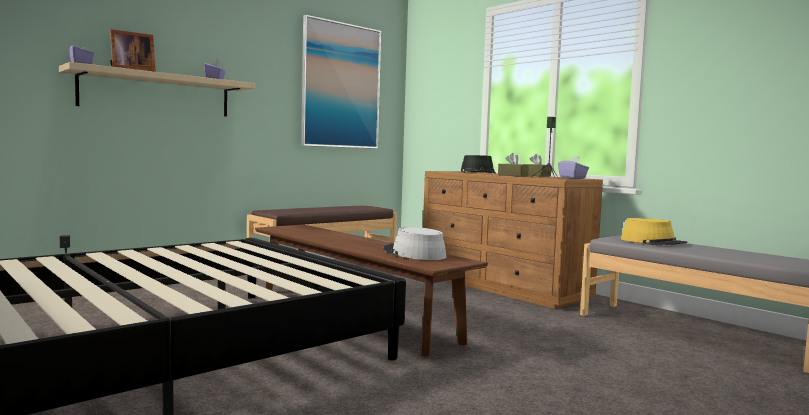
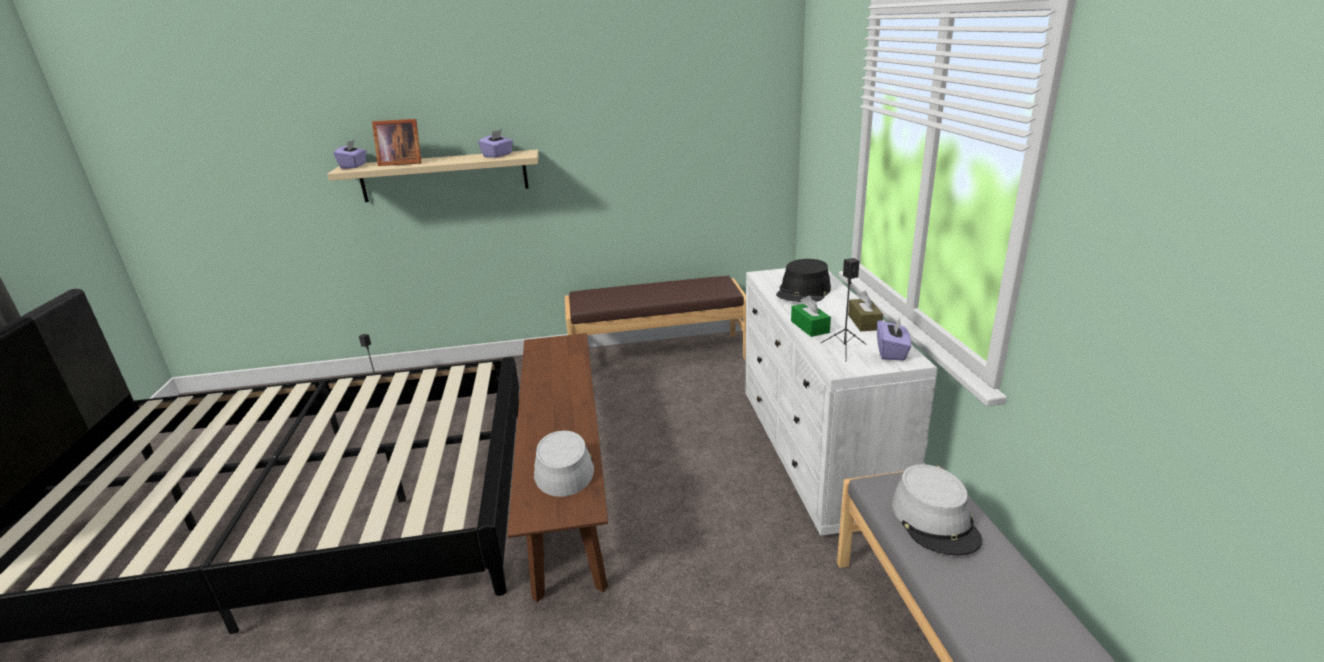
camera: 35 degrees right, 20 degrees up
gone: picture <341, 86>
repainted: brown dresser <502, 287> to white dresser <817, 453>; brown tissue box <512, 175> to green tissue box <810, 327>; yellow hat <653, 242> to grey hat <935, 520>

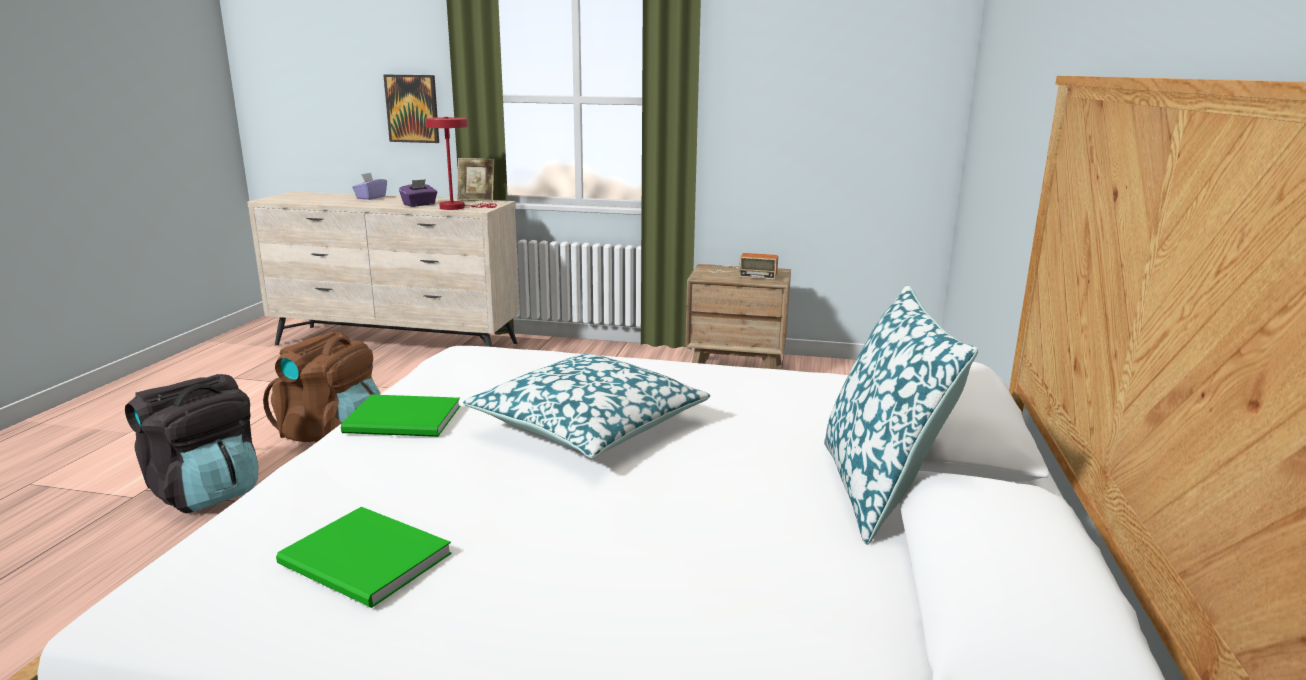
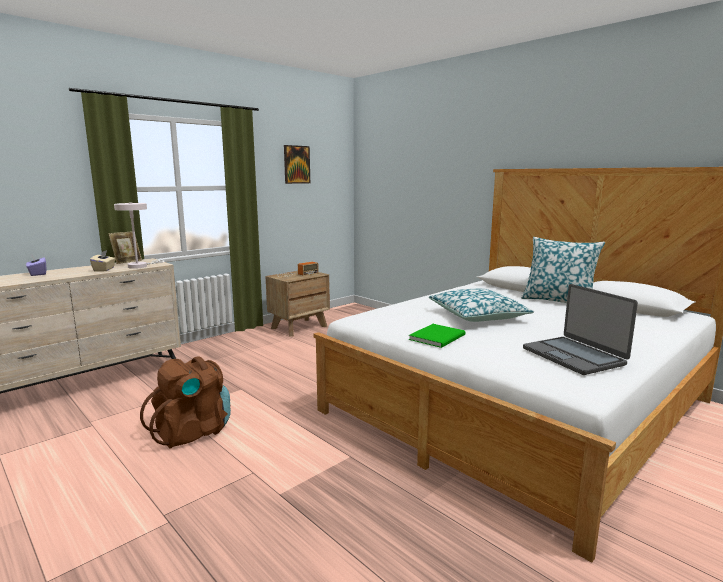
camera: 55 degrees left, 5 degrees down
gone: black backpack <206, 492>
shifted: picture <412, 108> to <296, 164>
swapped: green book <365, 562> to laptop <574, 356>
repainted: purple tissue box <419, 204> to beige tissue box <104, 269>; red table lamp <457, 207> to white table lamp <140, 266>

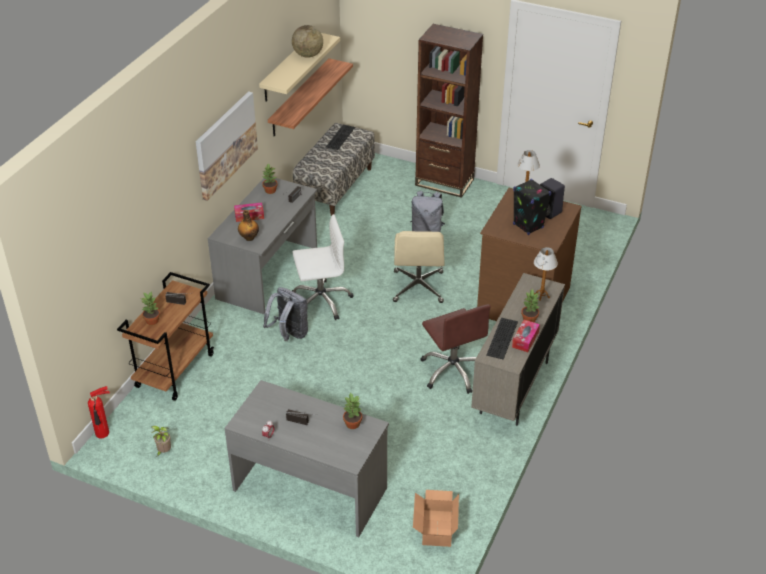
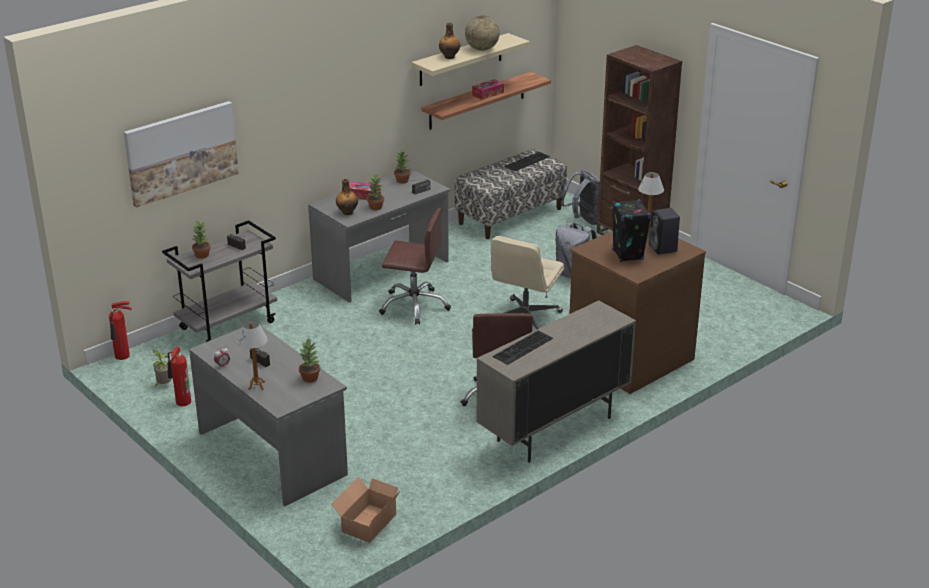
camera: 25 degrees right, 10 degrees down
new: fire extinguisher <181, 402>; bottle <449, 57>
shifted: picture <225, 144> to <181, 152>; table lamp <541, 296> to <257, 386>; potted plant <529, 319> to <376, 207>; tissue box <525, 339> to <488, 94>; grey backpack <289, 334> to <584, 220>
repainted: brown cart <175, 370> to grey cart <228, 325>; white office chair <321, 301> to brown office chair <414, 306>

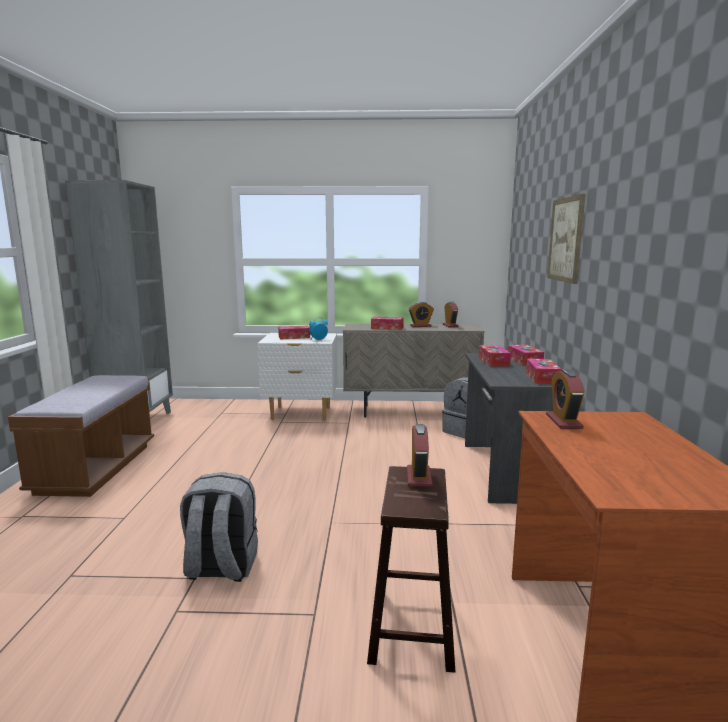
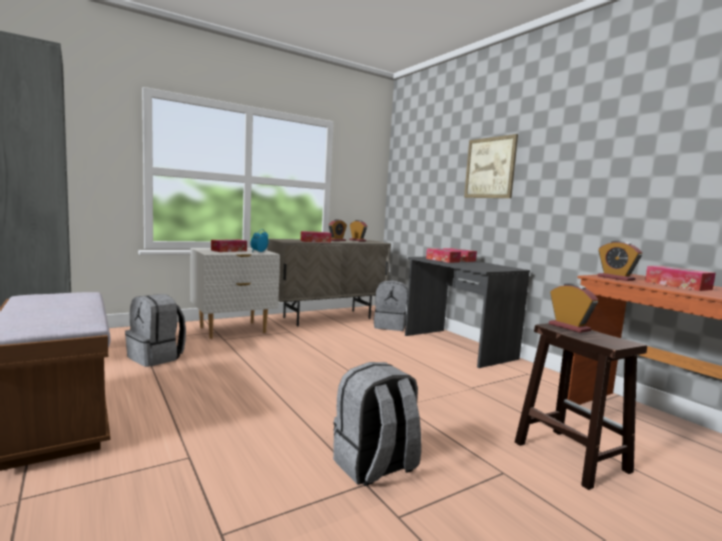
camera: 35 degrees left, 5 degrees down
new: grey backpack <156, 357>
shifted: tissue box <542, 378> to <677, 285>

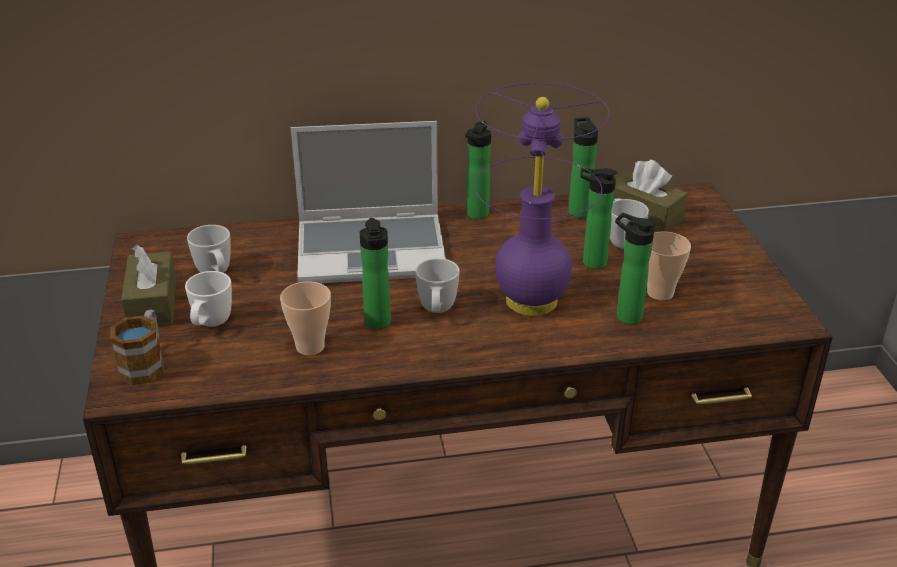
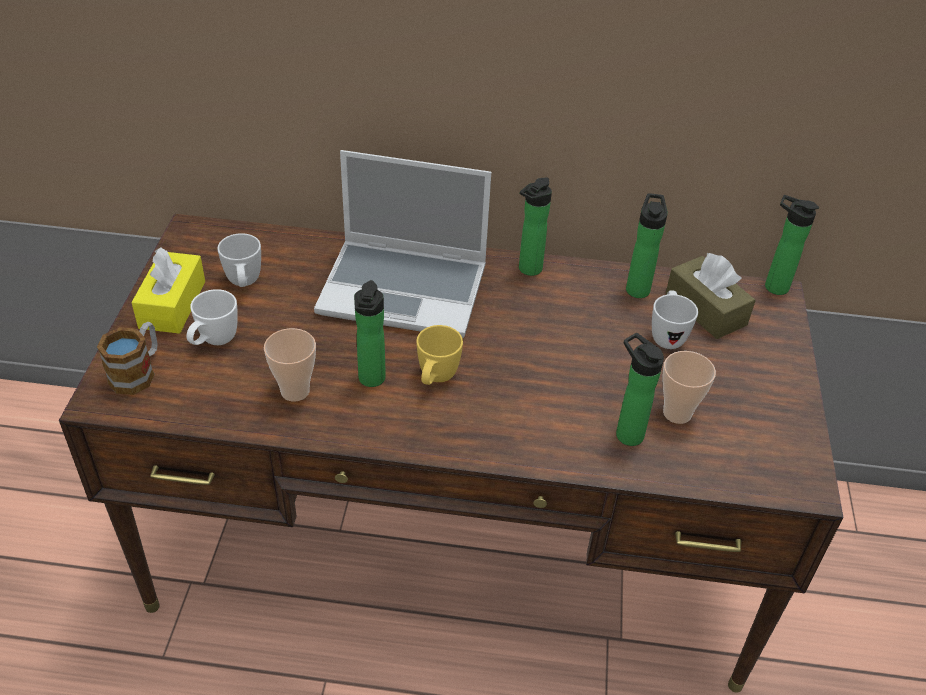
camera: 15 degrees right, 10 degrees up
gone: purple table lamp <531, 300>
shifted: bottle <590, 263> to <772, 286>
repainted: brown tissue box <152, 304> to yellow tissue box <172, 304>; white mug <437, 311> to yellow mug <435, 379>

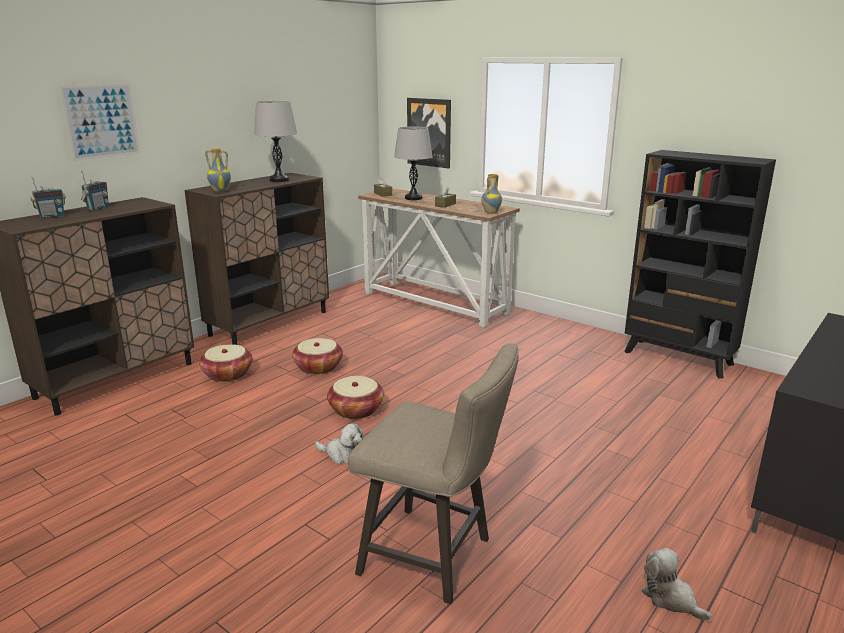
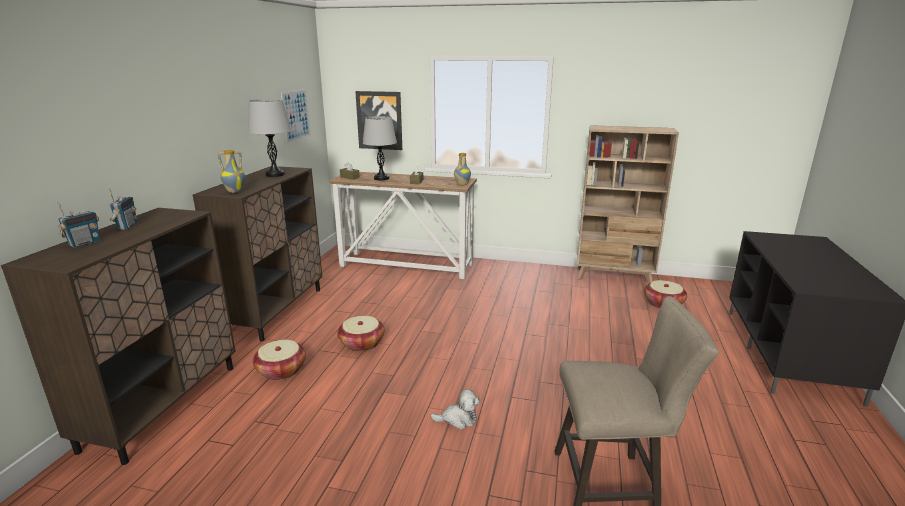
camera: 25 degrees left, 0 degrees up
gone: plush toy <670, 598>
shifted: picture <101, 121> to <296, 115>; basket <356, 410> to <663, 304>
repainted: black bookcase <678, 358> to beige bookcase <614, 277>

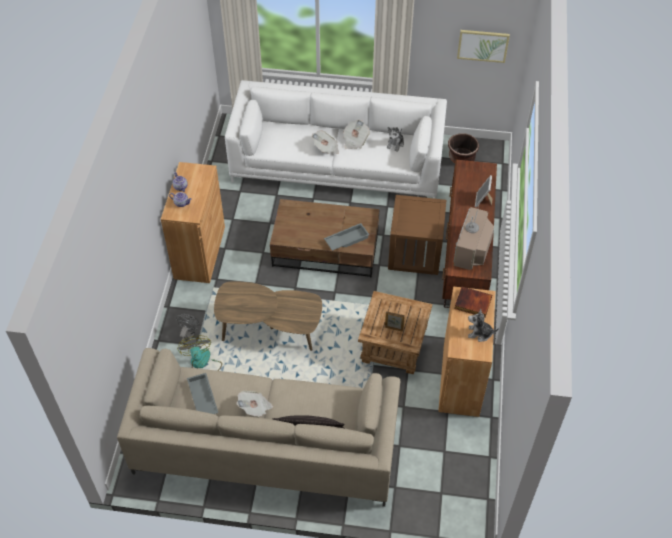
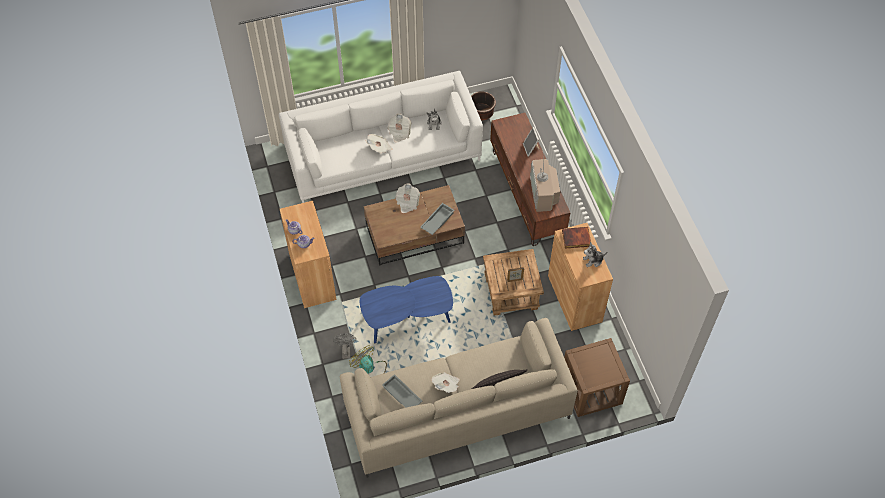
camera: 25 degrees left, 5 degrees up
gone: picture <483, 45>
new: newspaper <407, 202>
shifted: brown side table <415, 252> to <591, 389>
repainted: brown coffee table <269, 329> to blue coffee table <407, 318>

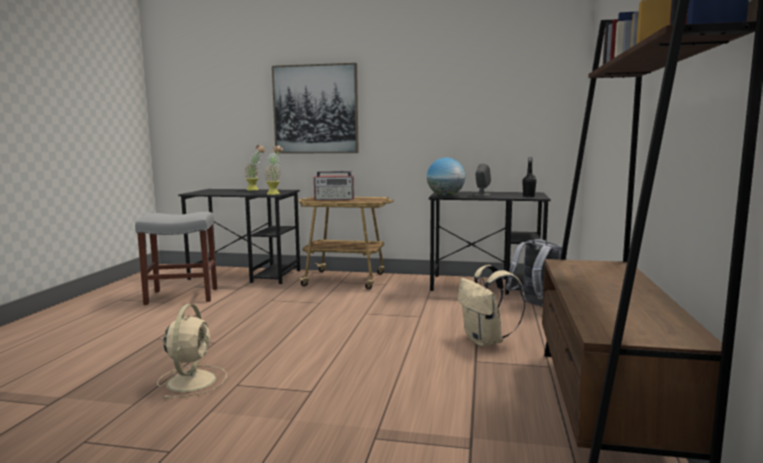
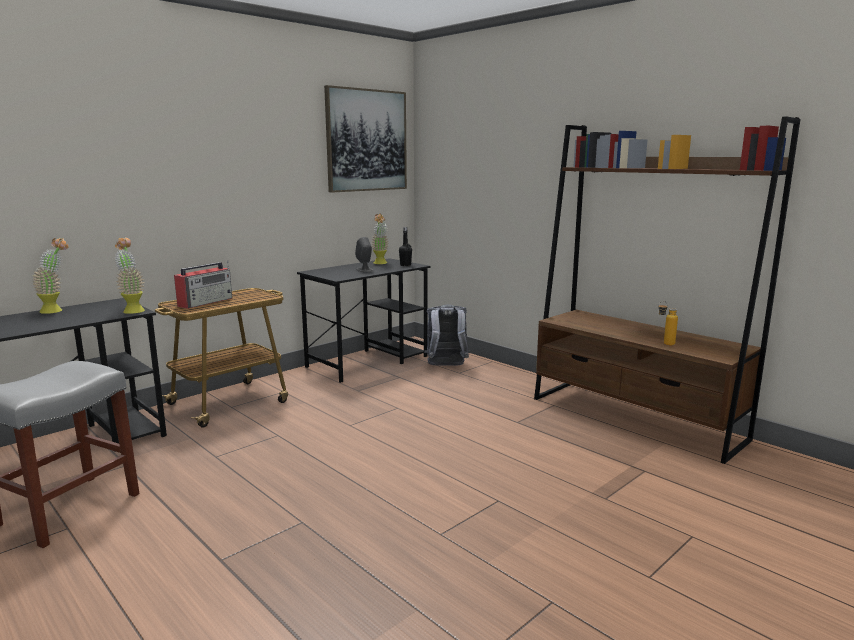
camera: 55 degrees left, 5 degrees up
gone: beige fan <192, 380>; globe <445, 195>; beige backpack <486, 341>
new: potted plant <380, 263>; bottle <664, 344>
shifted: picture <315, 109> to <366, 140>

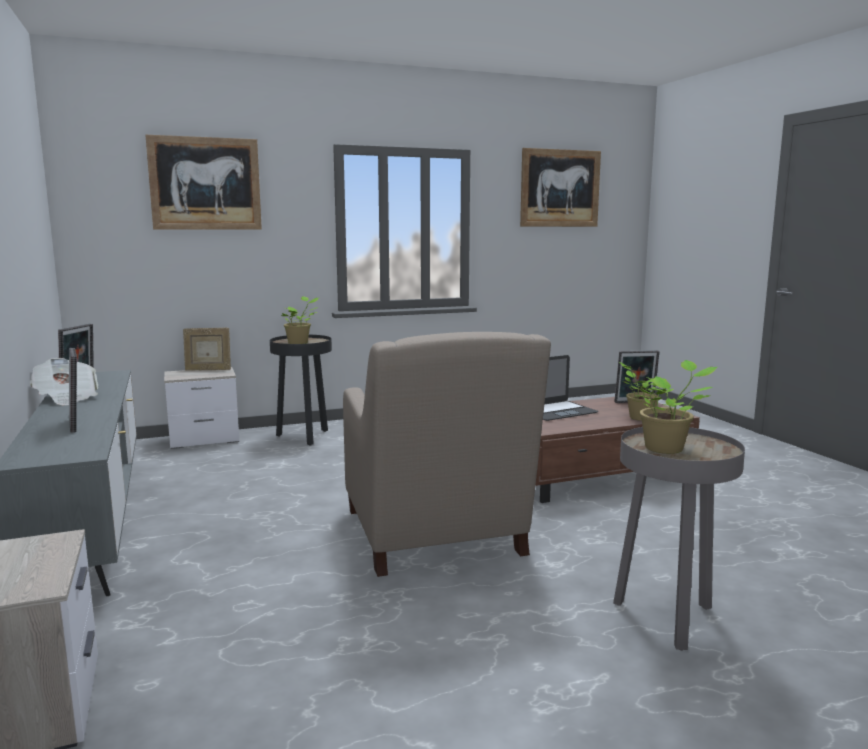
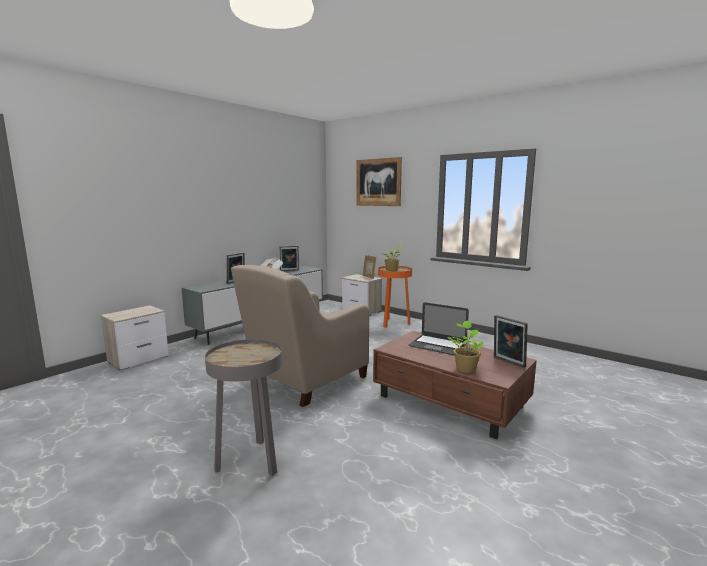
camera: 60 degrees right, 0 degrees up
gone: picture <560, 188>; potted plant <667, 448>
repainted: black side table <304, 437> to orange side table <394, 323>

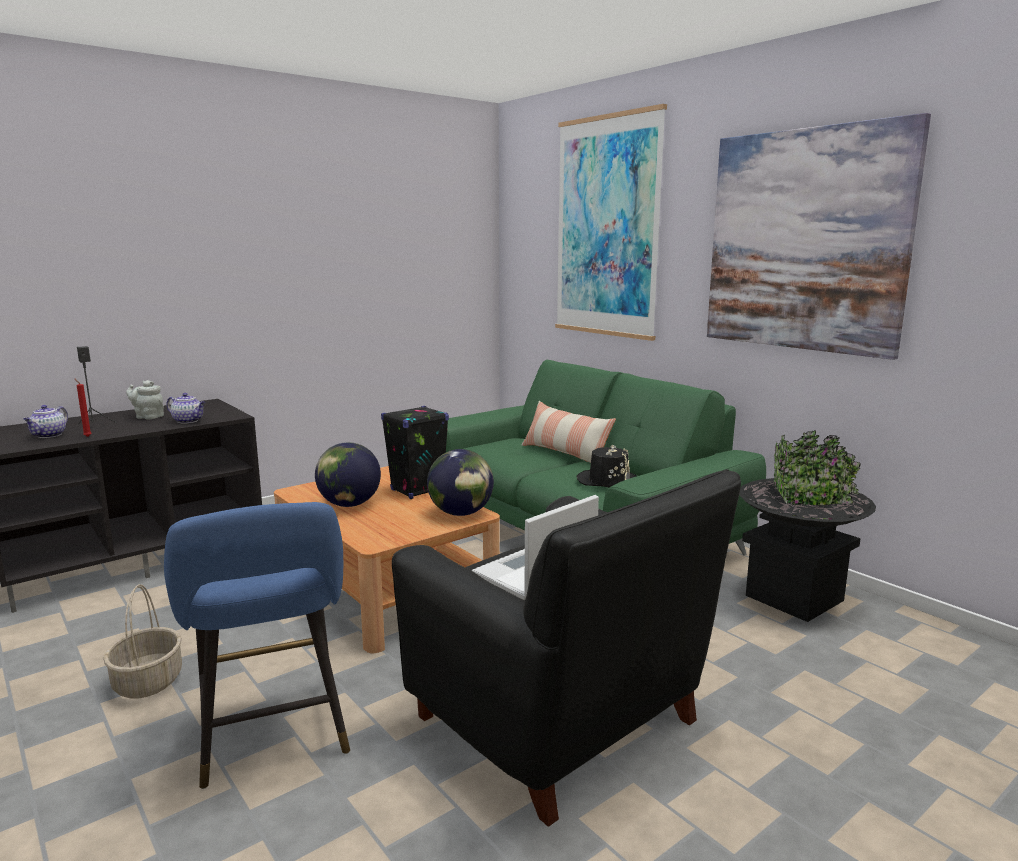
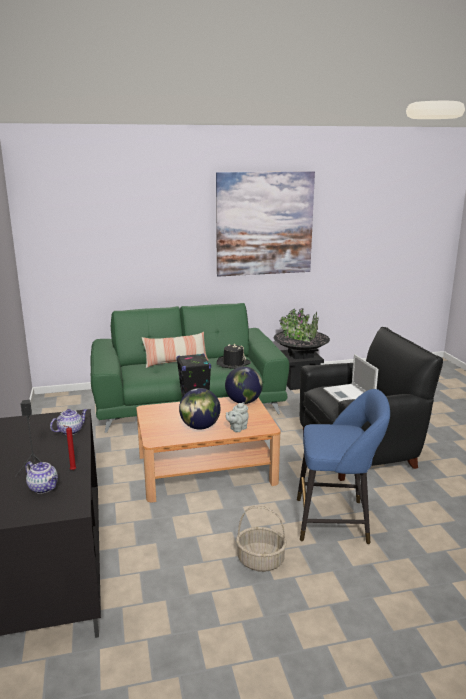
camera: 65 degrees left, 5 degrees up
gone: picture <607, 227>
shifted: grey teapot <148, 417> to <237, 428>

